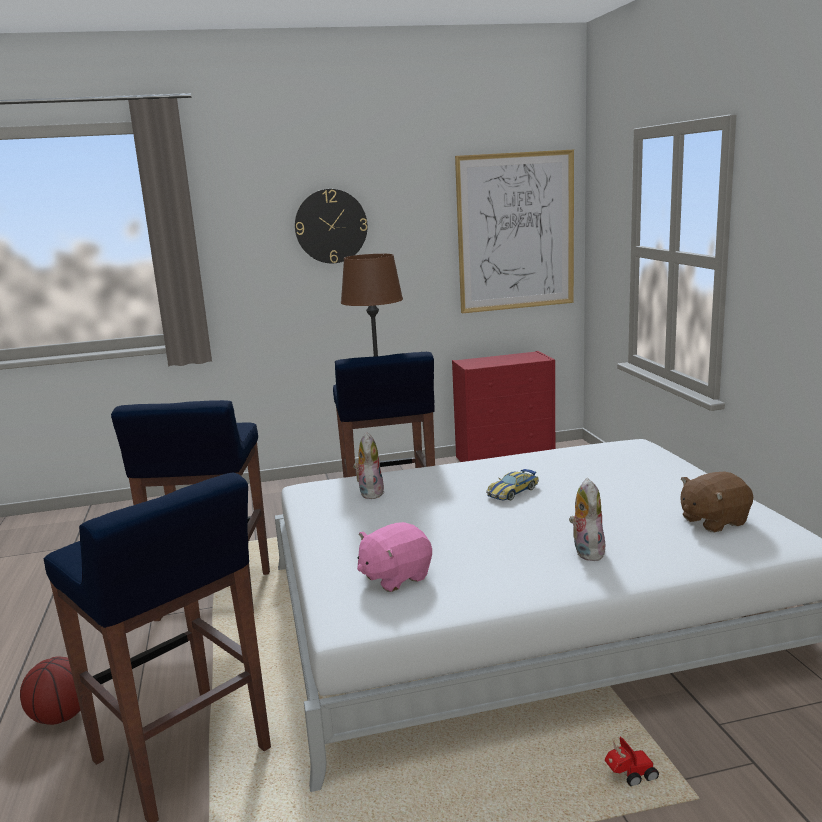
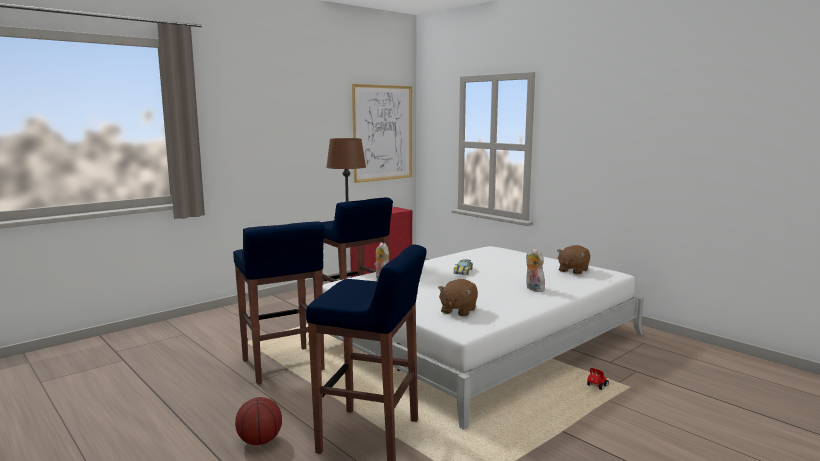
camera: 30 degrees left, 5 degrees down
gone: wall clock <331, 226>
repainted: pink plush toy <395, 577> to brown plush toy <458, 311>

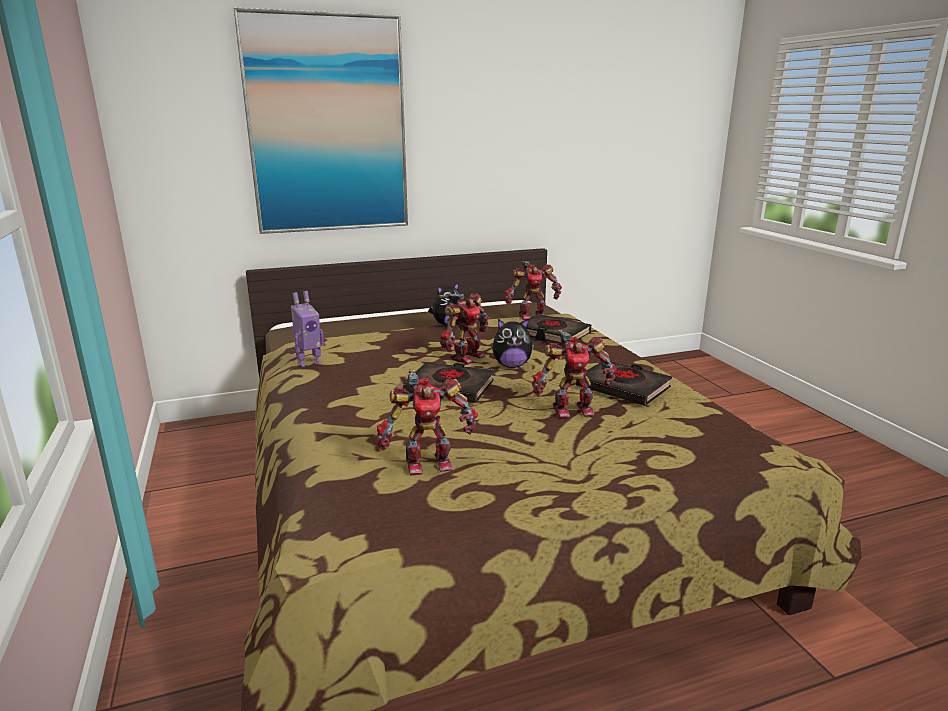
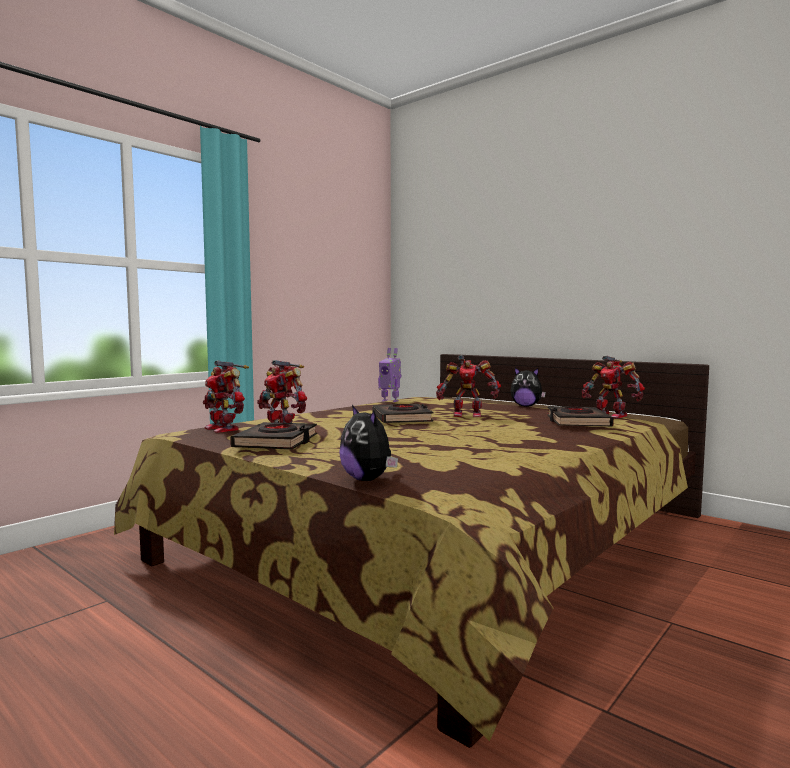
camera: 60 degrees right, 15 degrees down
gone: picture <327, 126>
shifted: toy robot <571, 409> to <224, 429>; black book <623, 388> to <277, 442>; plush toy <511, 365> to <368, 479>

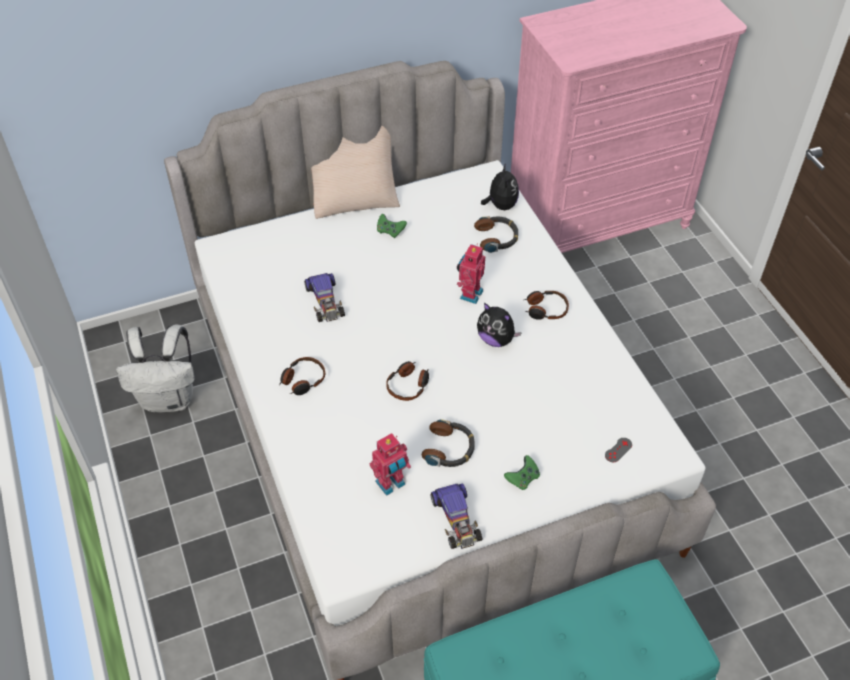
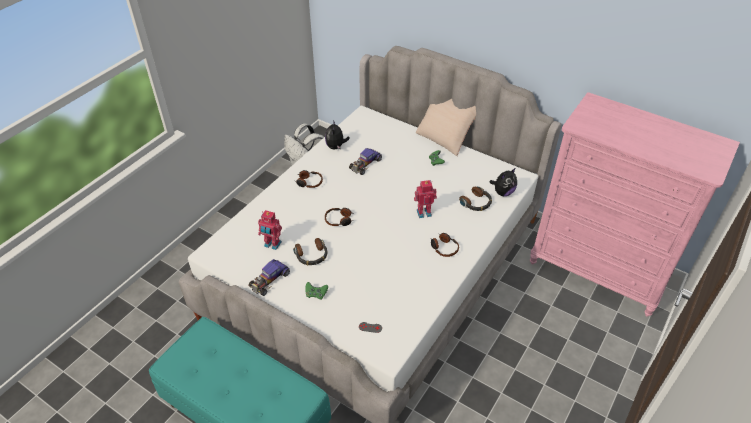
camera: 55 degrees right, 5 degrees down
shifted: plush toy <496, 339> to <336, 147>

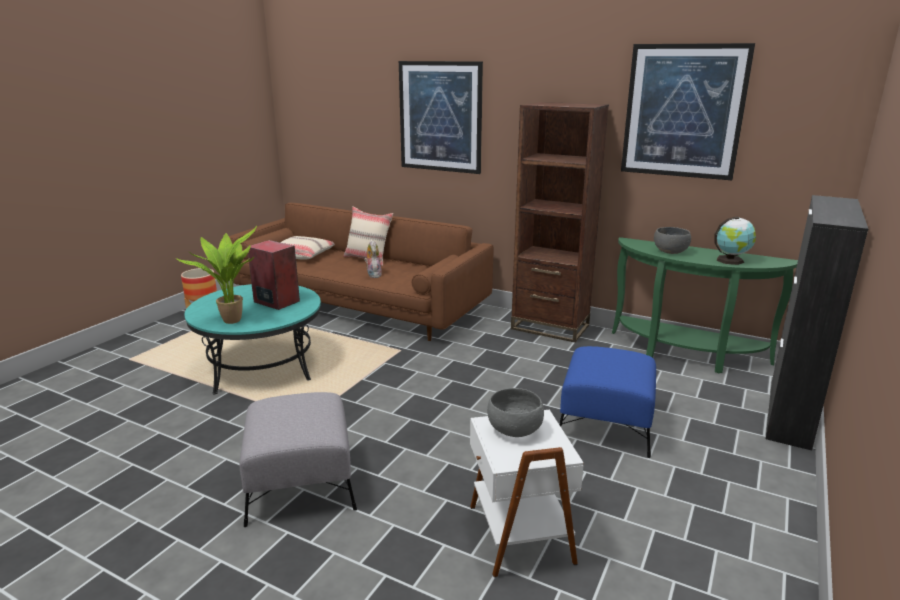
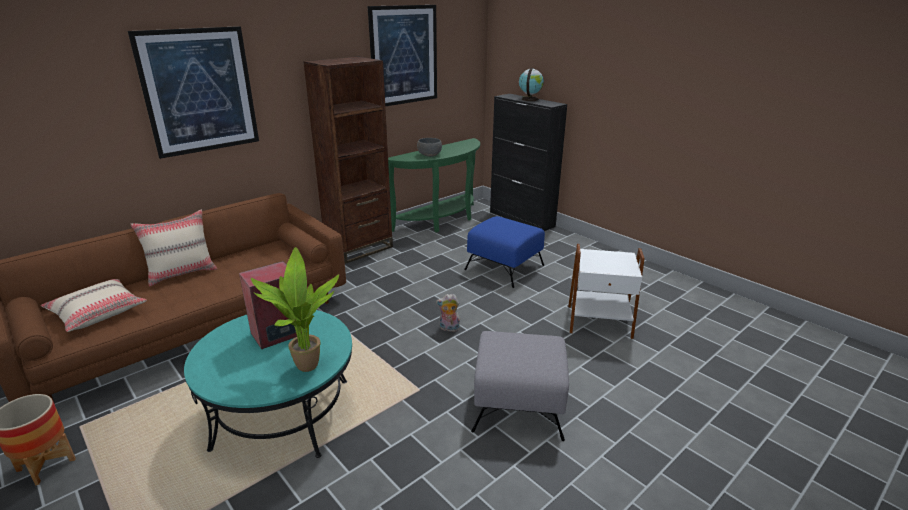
camera: 70 degrees left, 5 degrees up
gone: grey bowl <514, 429>
shifted: plush toy <373, 275> to <449, 329>; globe <731, 260> to <529, 99>

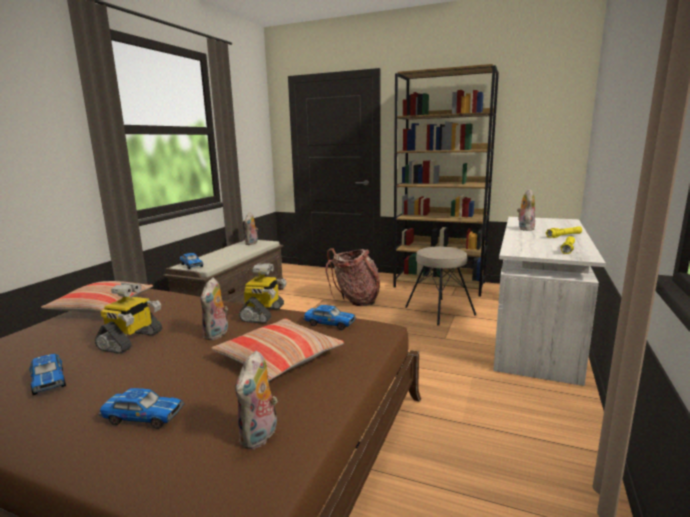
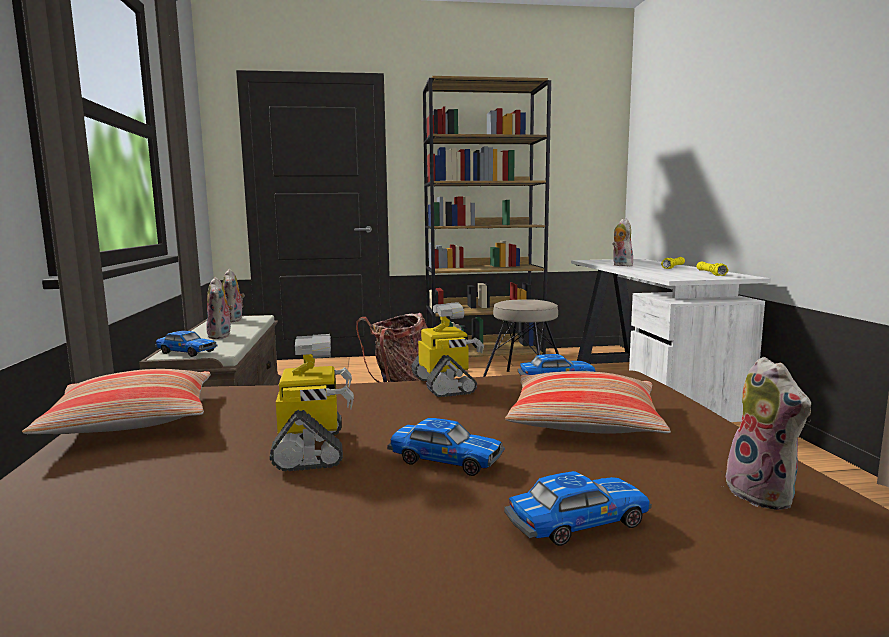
camera: 30 degrees left, 5 degrees down
shifted: plush toy <217, 334> to <221, 336>; toy car <48, 380> to <445, 460>

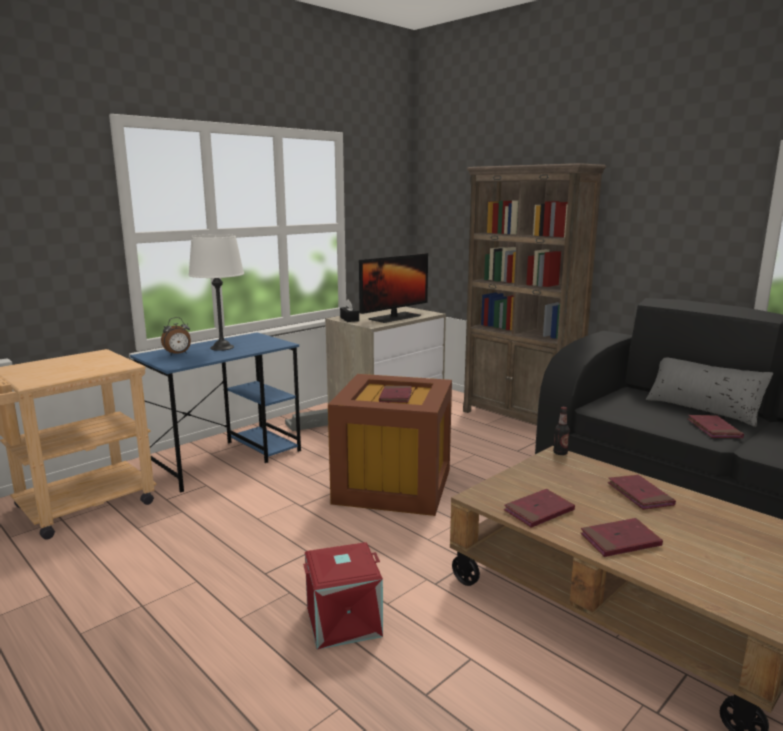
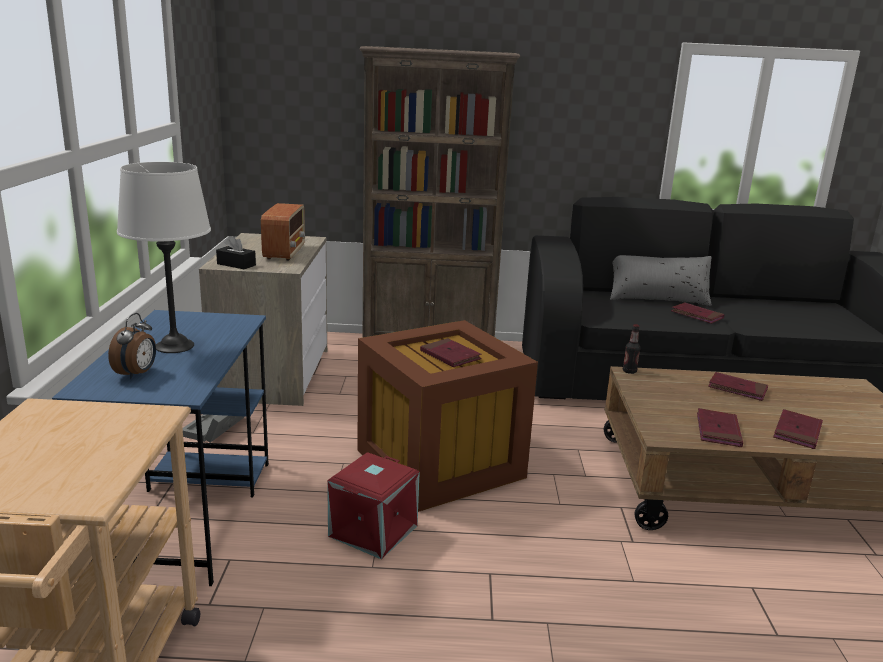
camera: 45 degrees left, 5 degrees up
shifted: red storage box <343, 622> to <374, 532>
swapped: monitor <394, 317> to radio <285, 252>

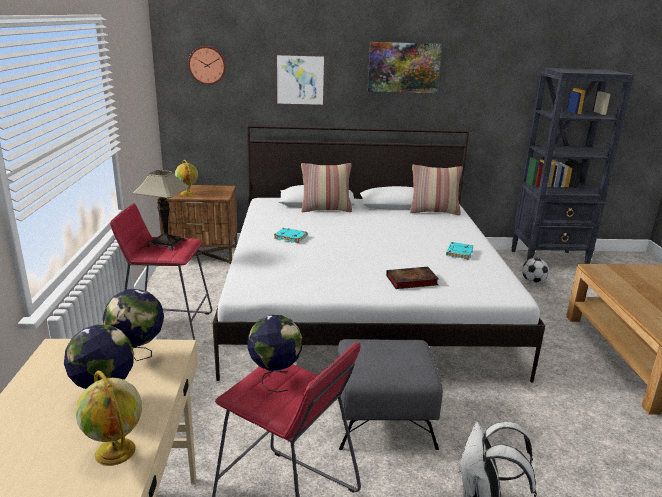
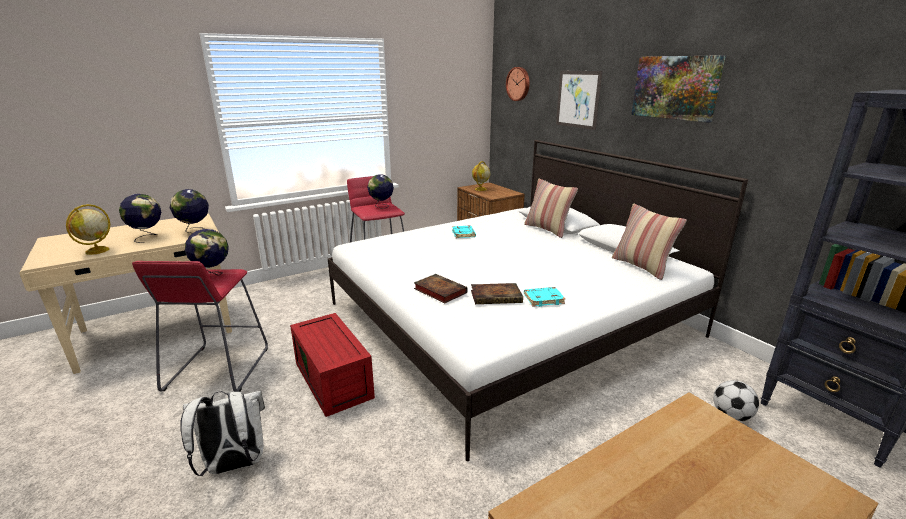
camera: 60 degrees right, 0 degrees up
new: book <497, 296>
swapped: grey ottoman <384, 417> to red storage box <335, 380>; table lamp <167, 243> to globe <381, 207>

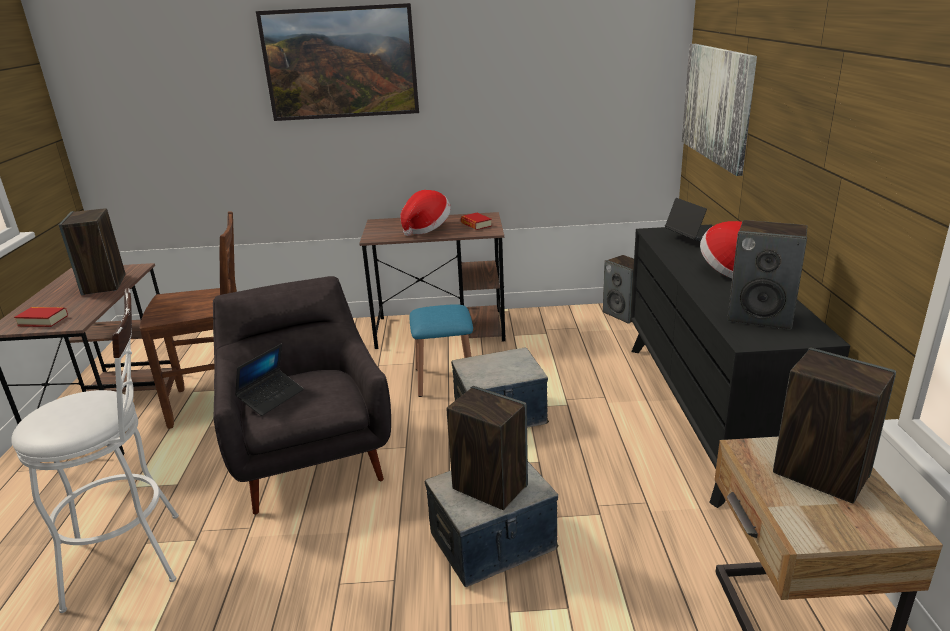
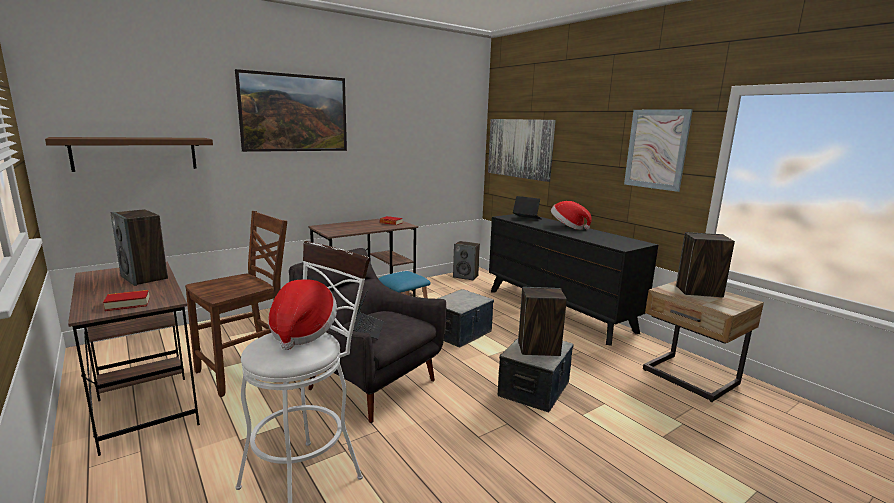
camera: 35 degrees left, 10 degrees down
gone: speaker <761, 316>
new: brown shelf <135, 153>; picture <656, 149>
shifted: hat <426, 228> to <302, 332>

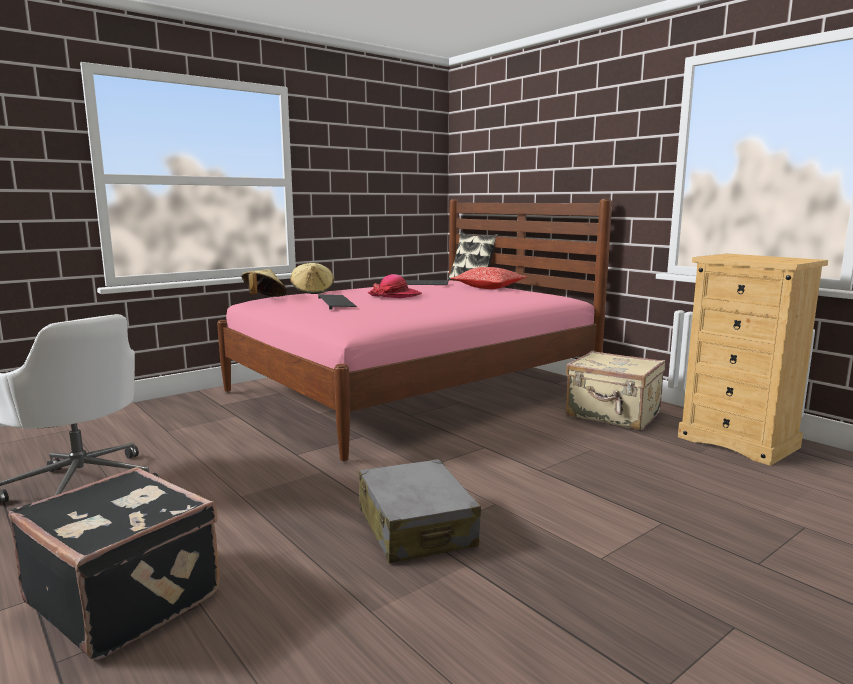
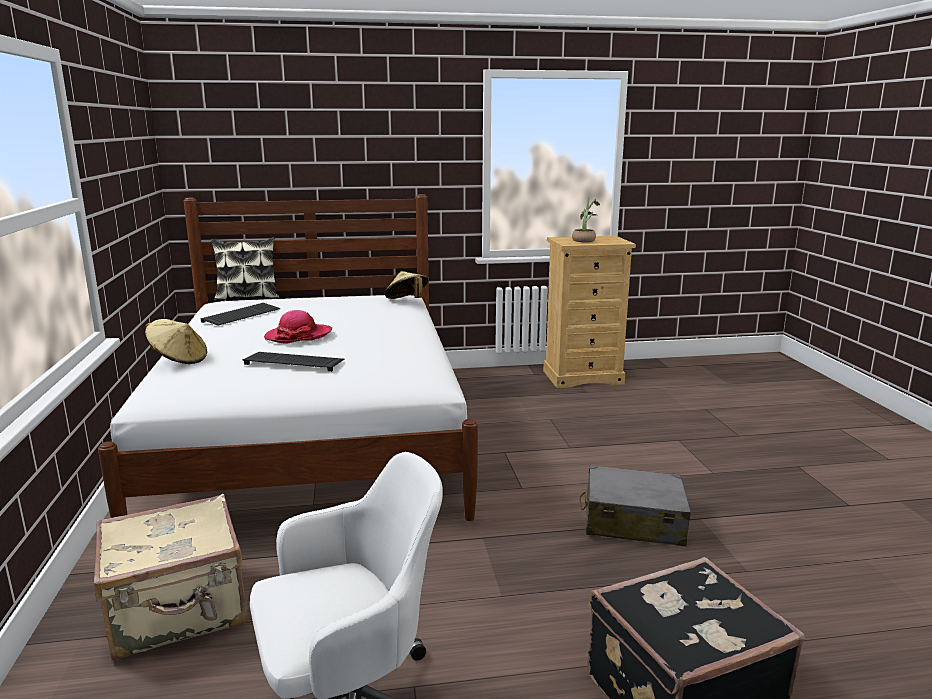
camera: 60 degrees left, 5 degrees up
gone: pillow <489, 287>
new: potted plant <585, 240>
shifted: beige suitcase <613, 415> to <179, 612>; beige hat <264, 299> to <407, 301>
repainted: pink bed <413, 389> to white bed <313, 439>

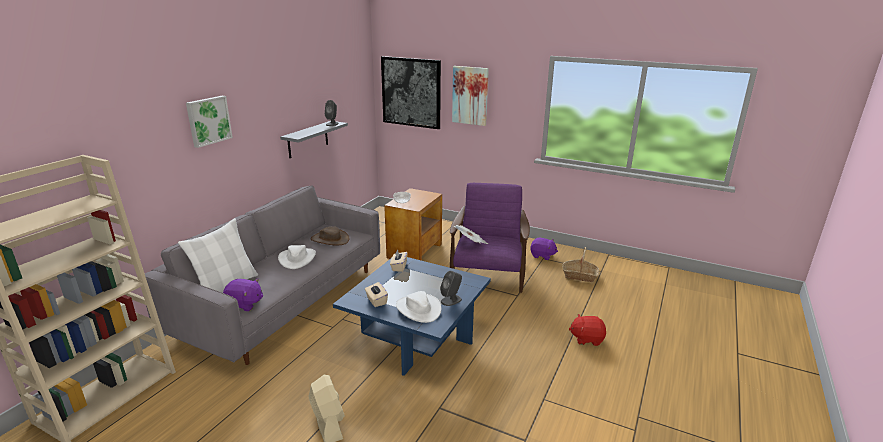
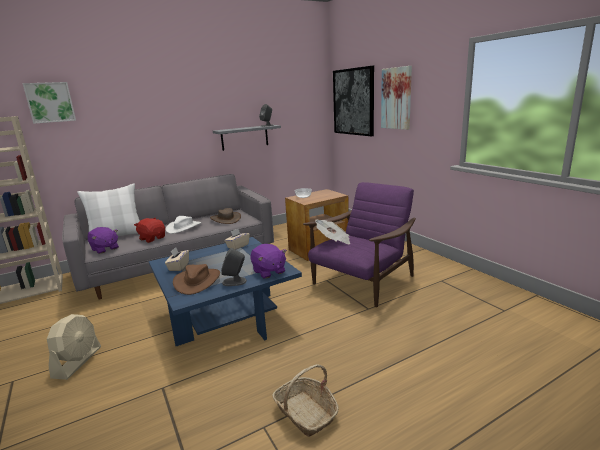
camera: 35 degrees right, 5 degrees down
shifted: picture <208, 120> to <50, 102>; red plush toy <587, 338> to <152, 238>; purple plush toy <542, 256> to <268, 272>; basket <579, 275> to <306, 413>
repainted: white hat <418, 309> to brown hat <197, 281>

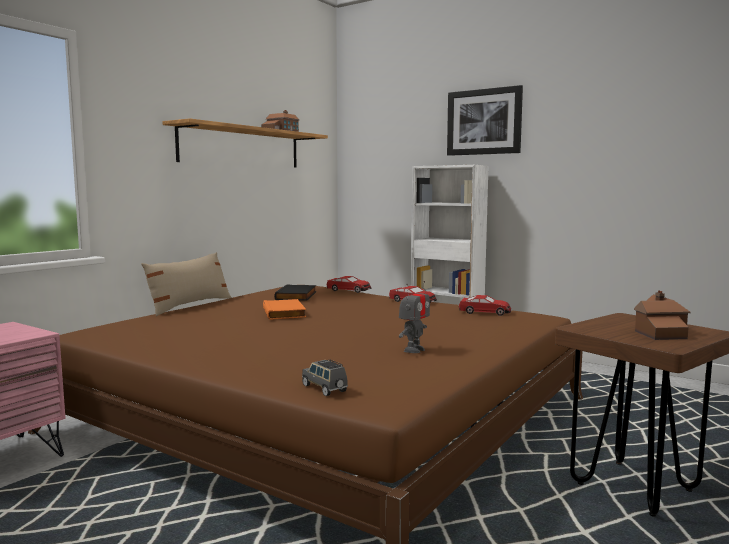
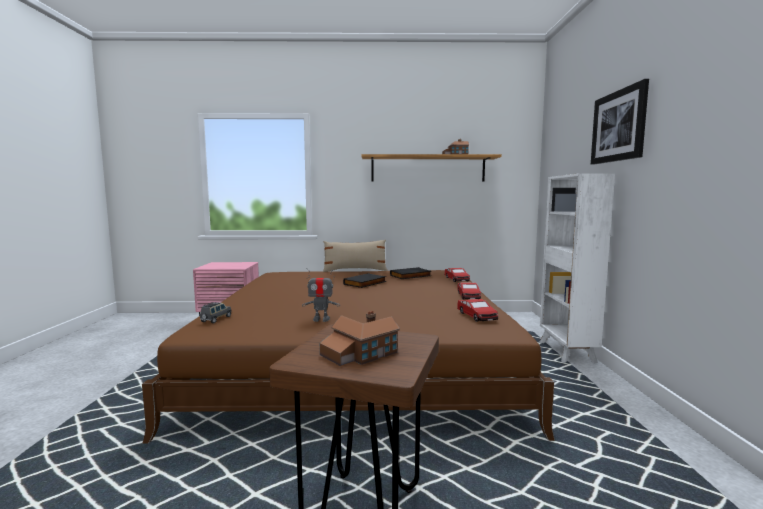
camera: 55 degrees right, 0 degrees up
repainted: orange book <285, 313> to black book <365, 283>

